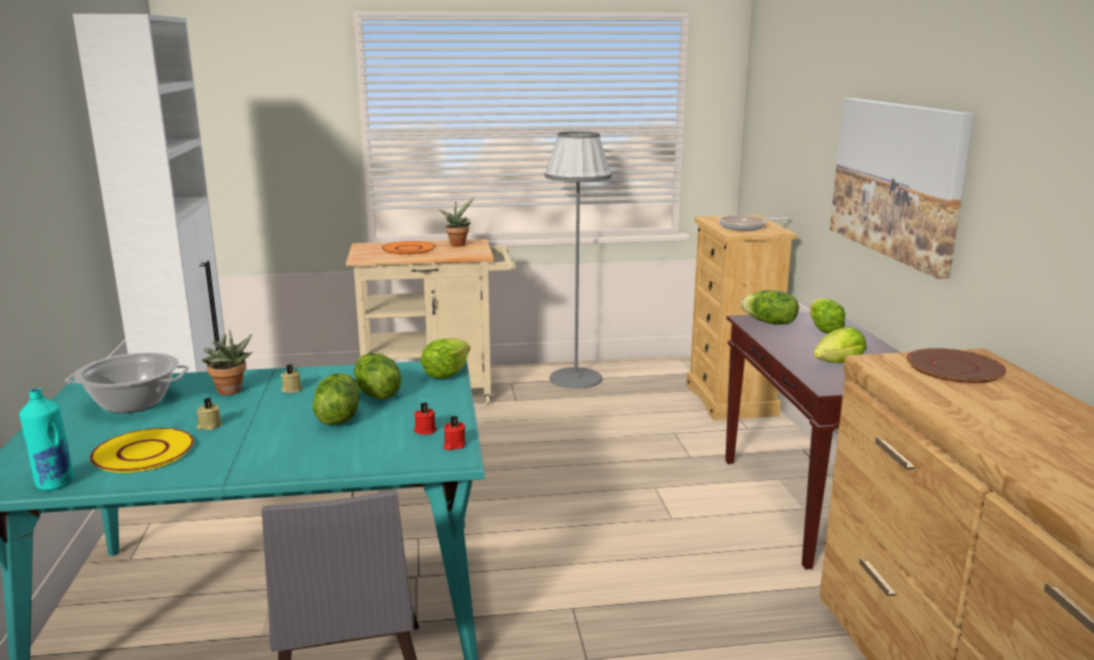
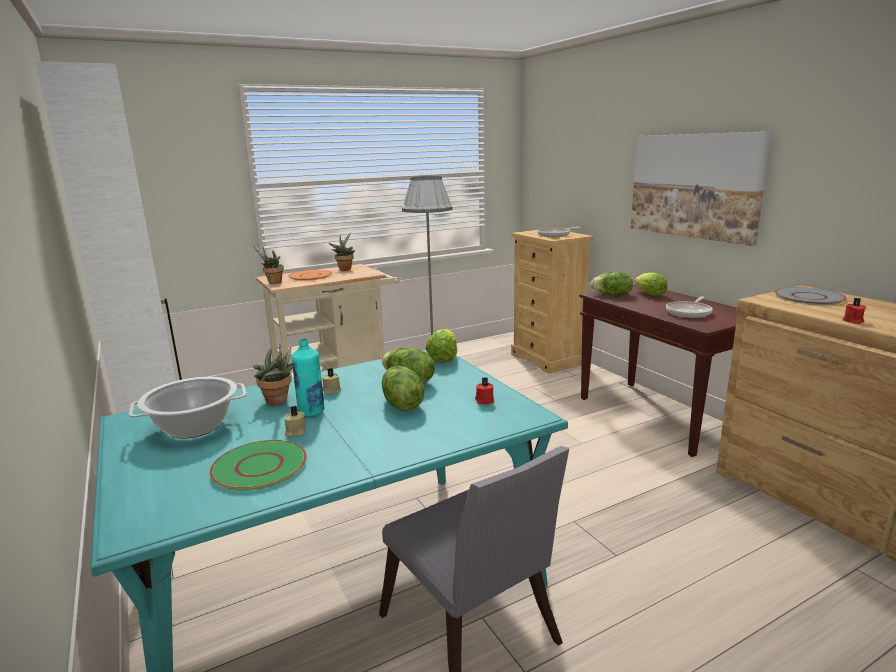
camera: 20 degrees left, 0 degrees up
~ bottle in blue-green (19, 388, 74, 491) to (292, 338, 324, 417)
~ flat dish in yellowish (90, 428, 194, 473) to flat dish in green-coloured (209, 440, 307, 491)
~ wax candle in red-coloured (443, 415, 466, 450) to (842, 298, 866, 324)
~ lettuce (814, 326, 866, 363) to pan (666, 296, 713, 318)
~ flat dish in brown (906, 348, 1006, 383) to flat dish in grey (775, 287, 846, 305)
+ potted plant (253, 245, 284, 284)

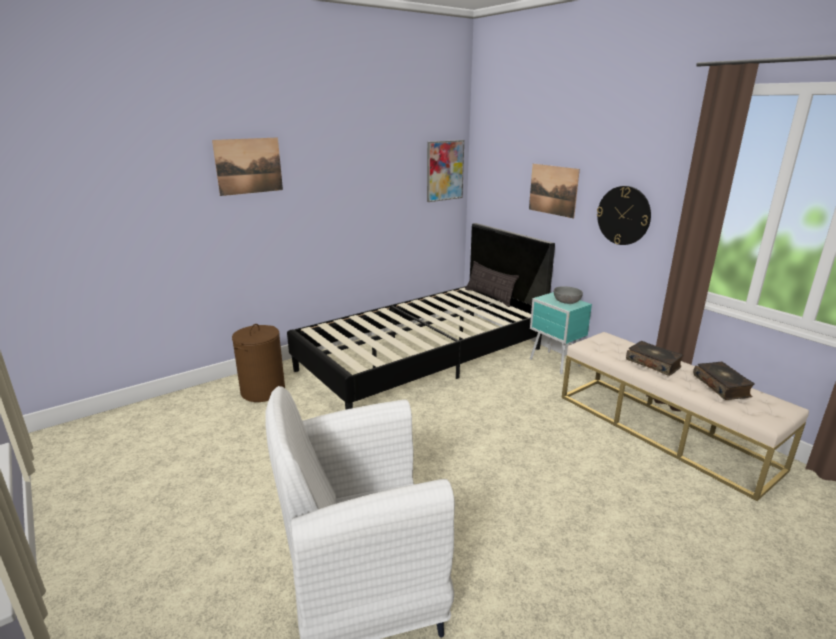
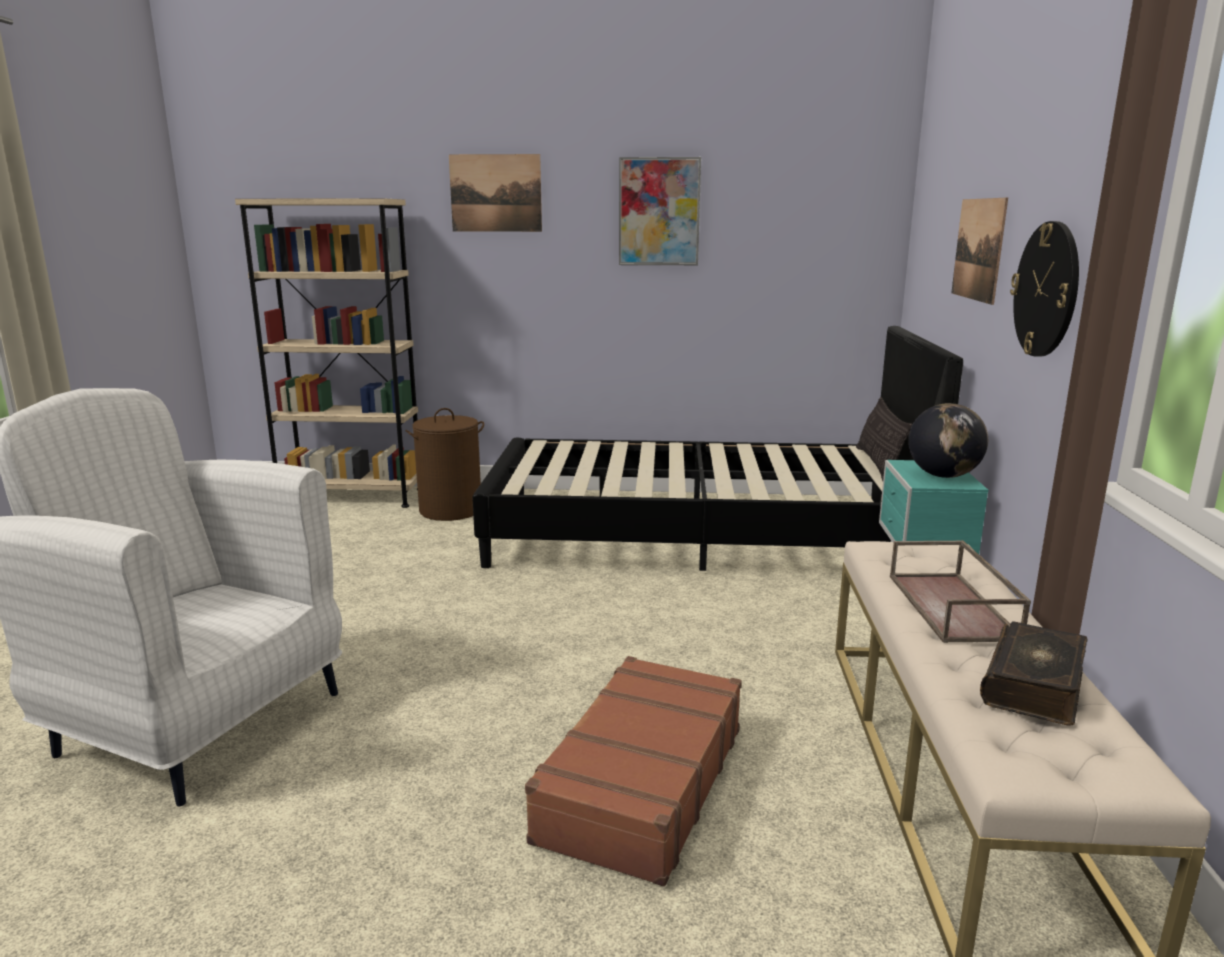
camera: 40 degrees right, 5 degrees down
~ wall art (427, 140, 464, 202) to (619, 157, 701, 265)
~ deep dish in grey (554, 286, 583, 304) to desk globe (908, 403, 988, 478)
~ book (626, 341, 683, 376) to tray in brown (890, 540, 1031, 643)
+ shelving unit in sand-coloured (235, 199, 418, 508)
+ suitcase in brown (525, 656, 742, 886)

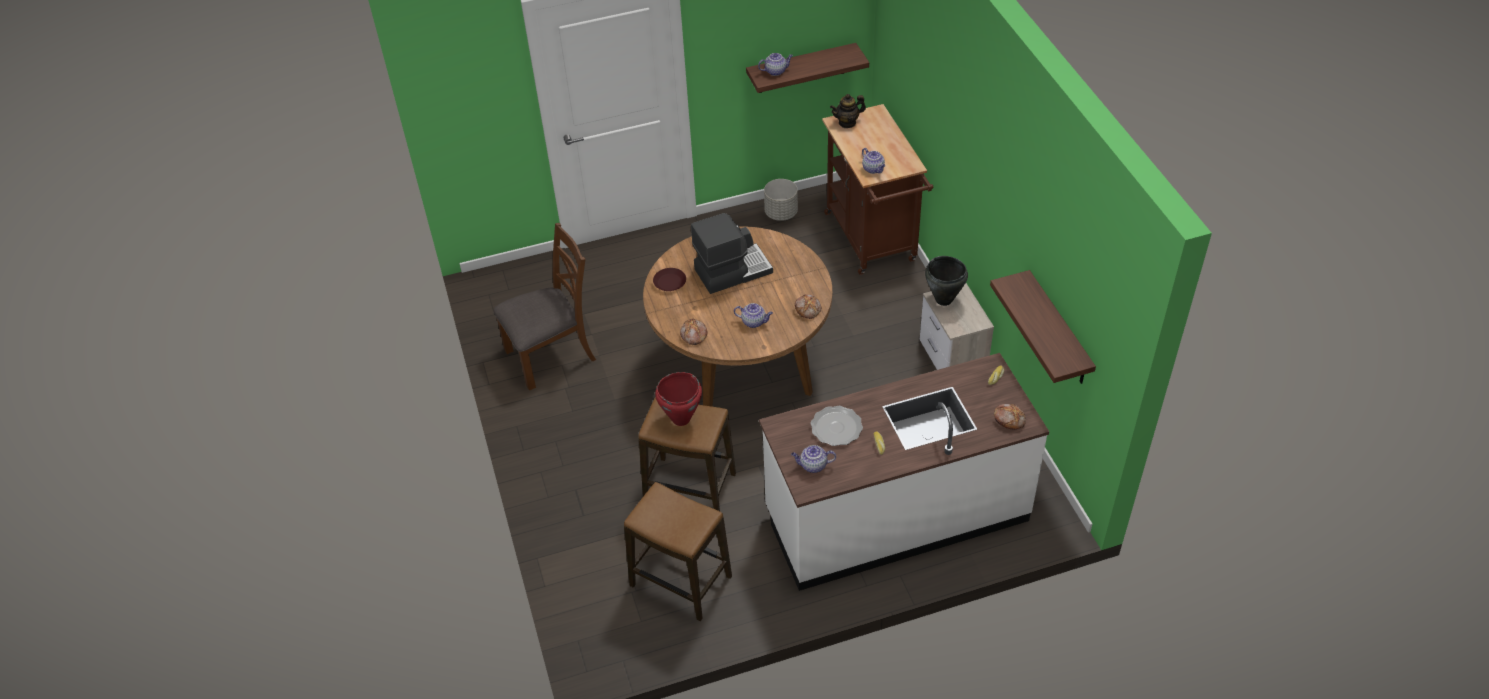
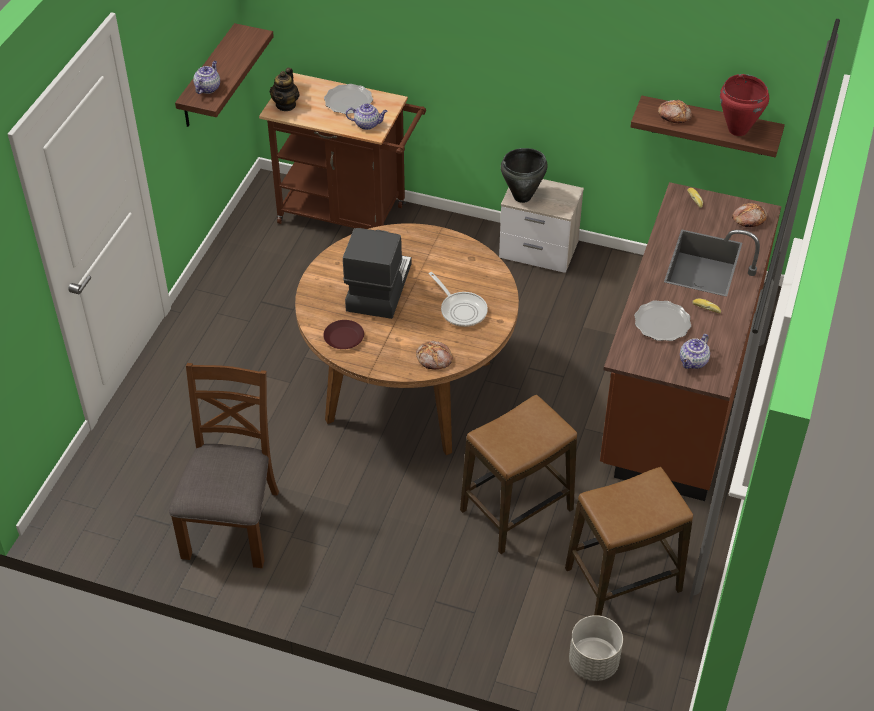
camera: 55 degrees left, 0 degrees up
~ cooking pot in red-coloured (655, 372, 702, 426) to (720, 74, 769, 136)
~ pot for tea (734, 303, 773, 328) to pan (429, 272, 488, 327)
~ kitchen base unit in white (759, 353, 1049, 591) to kitchen base unit in brown (600, 182, 782, 501)
~ flower pot in grey (764, 179, 798, 221) to (569, 615, 623, 681)
~ bakery bread (795, 294, 821, 319) to (658, 100, 692, 123)
+ flat dish (324, 84, 373, 114)

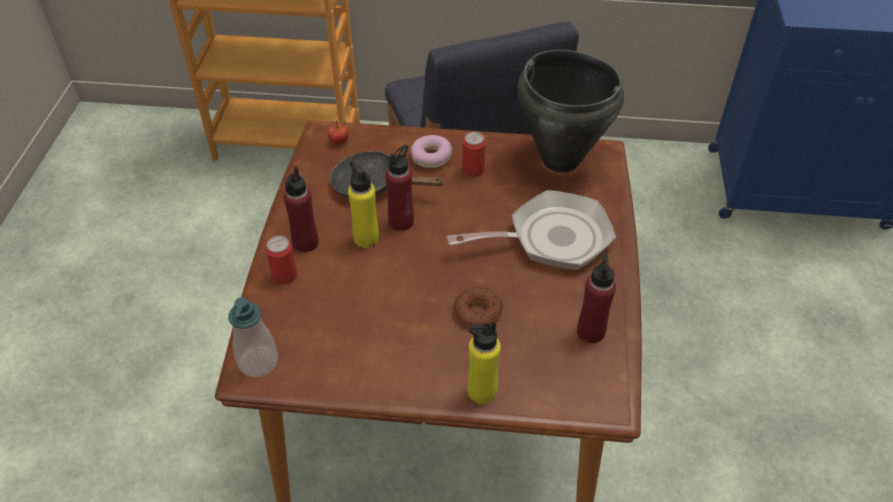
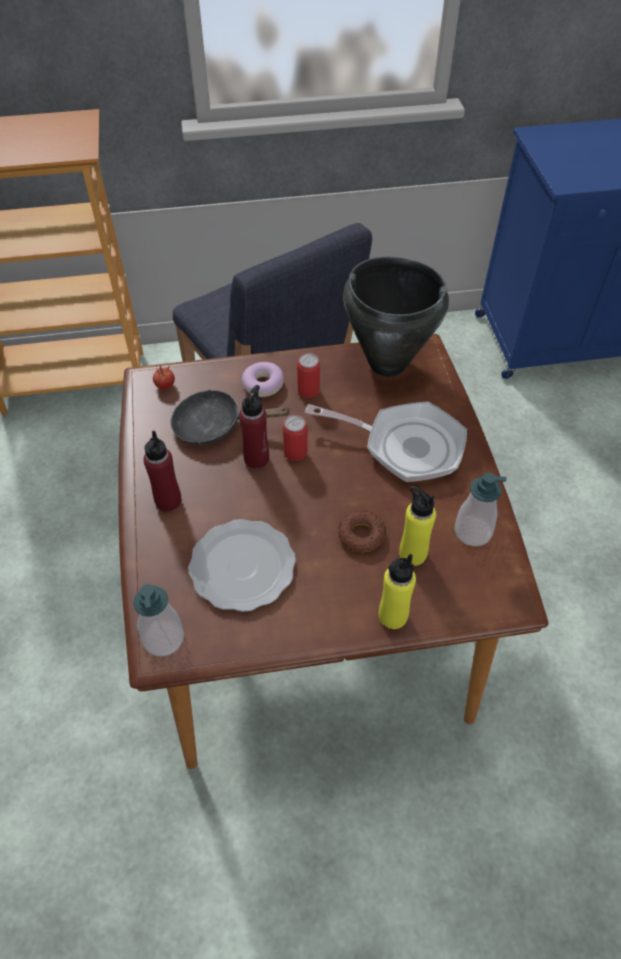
camera: 15 degrees left, 5 degrees up
~ sealed can (266, 236, 297, 285) to (283, 415, 308, 461)
~ bottle in yellowish (348, 161, 379, 248) to (399, 486, 436, 566)
~ pan (447, 190, 616, 270) = (305, 402, 467, 482) 45 degrees clockwise
~ bottle in red-coloured (577, 252, 616, 343) to liquid soap bottle (454, 473, 507, 546)
+ flat dish (188, 519, 296, 612)

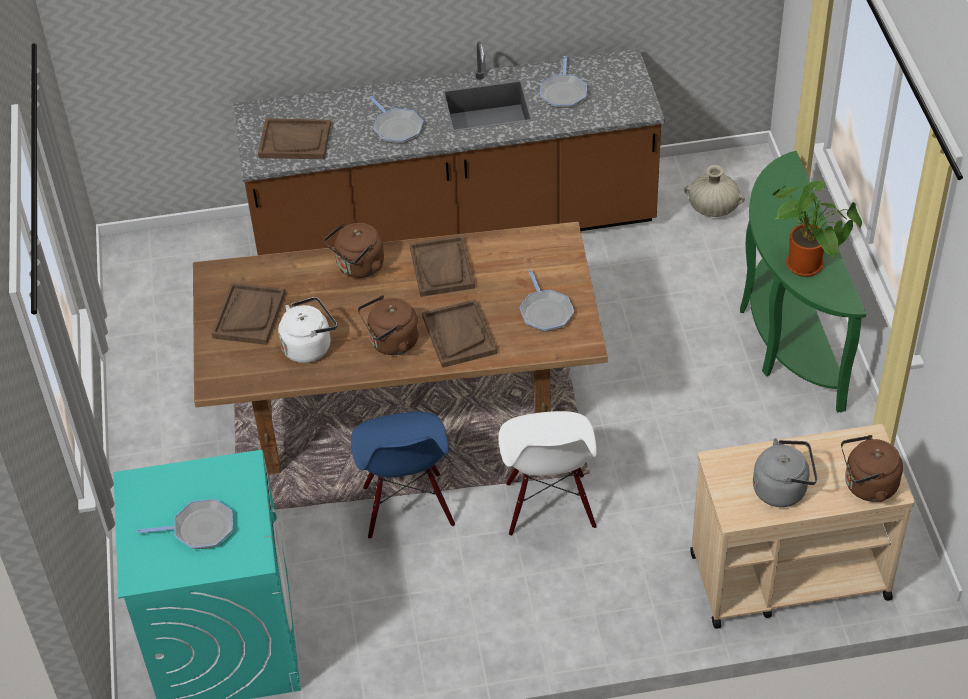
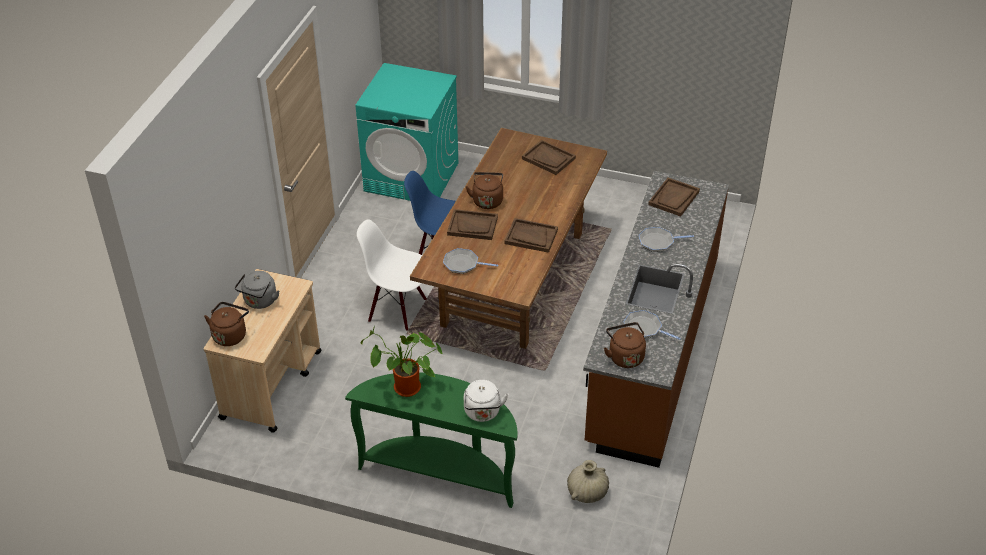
camera: 115 degrees right, 5 degrees down
- pan (137, 499, 233, 549)
~ water kettle in white (278, 297, 337, 363) to (464, 380, 508, 422)
~ water kettle in brown (324, 223, 384, 278) to (604, 322, 646, 368)

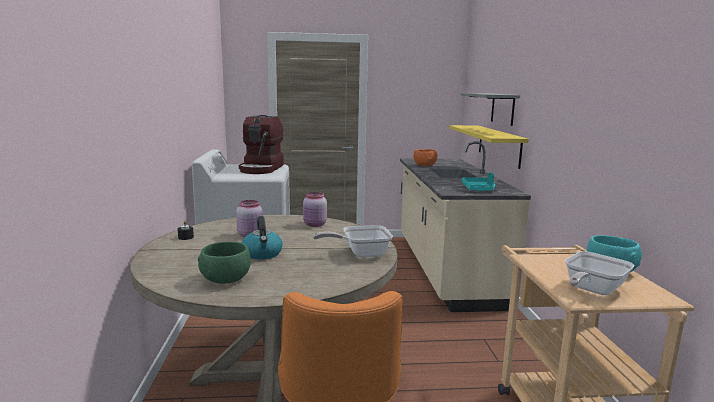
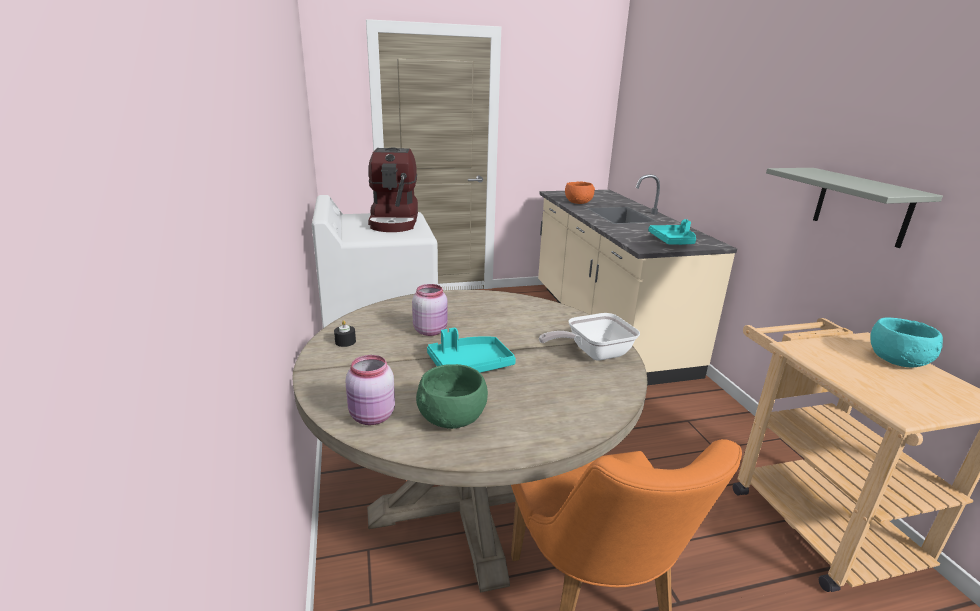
camera: 10 degrees left, 10 degrees up
~ water kettle (242, 216, 283, 260) to tray in blue-green (427, 328, 516, 373)
~ preserve jar in pink-coloured (303, 192, 327, 227) to (345, 355, 395, 425)
- bracket shelf in yellowish (449, 125, 529, 169)
~ bracket shelf in grey (461, 93, 520, 126) to (766, 168, 943, 248)
- pan (565, 251, 634, 295)

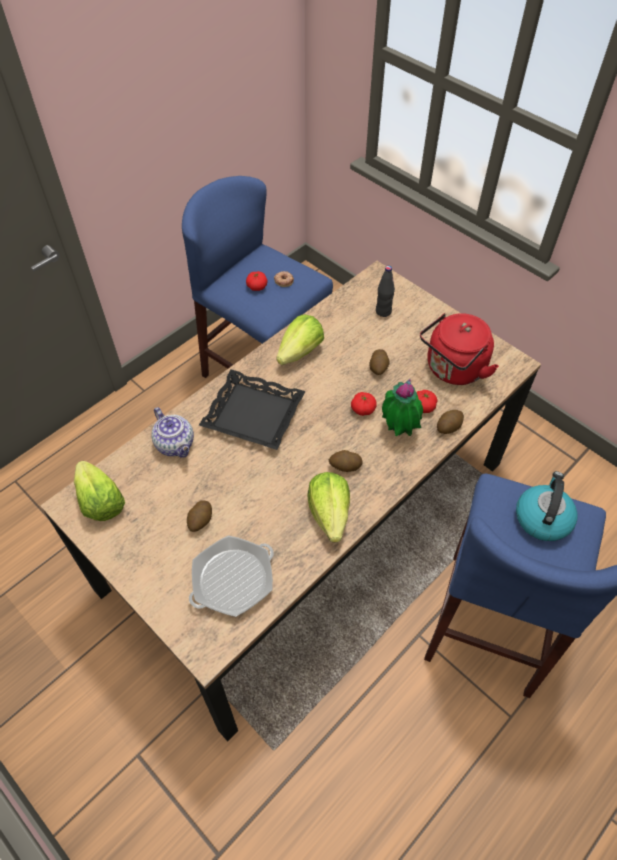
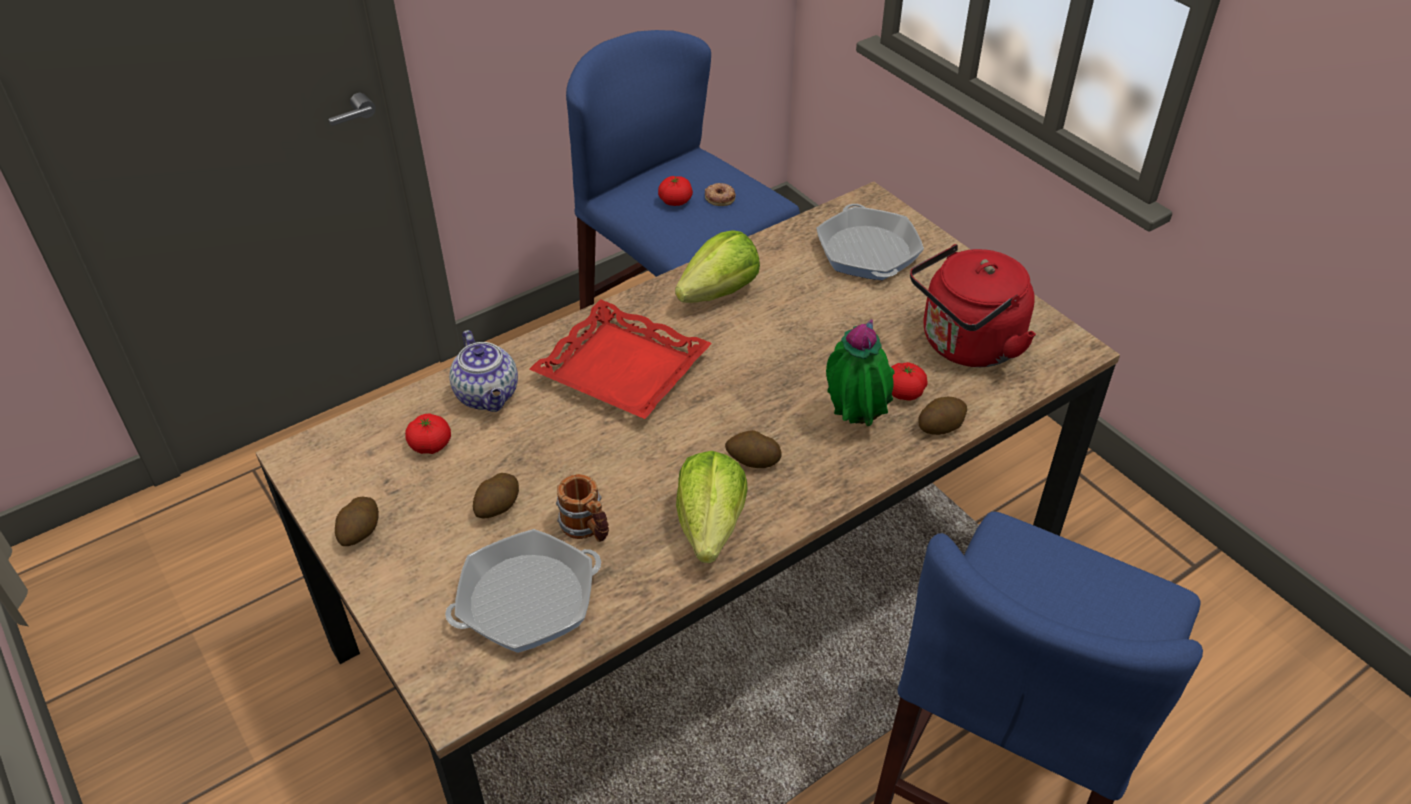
camera: 10 degrees right, 10 degrees down
- lettuce (74, 461, 125, 521)
~ tray in black-coloured (199, 370, 306, 450) to tray in red-coloured (529, 299, 712, 419)
~ fresh tomato (351, 392, 377, 416) to (405, 413, 451, 454)
~ whole potato (369, 349, 390, 375) to (335, 497, 379, 546)
~ bottle in black-coloured (376, 266, 395, 317) to pan (816, 204, 924, 280)
- water kettle (516, 471, 578, 541)
+ coffee mug (556, 474, 609, 542)

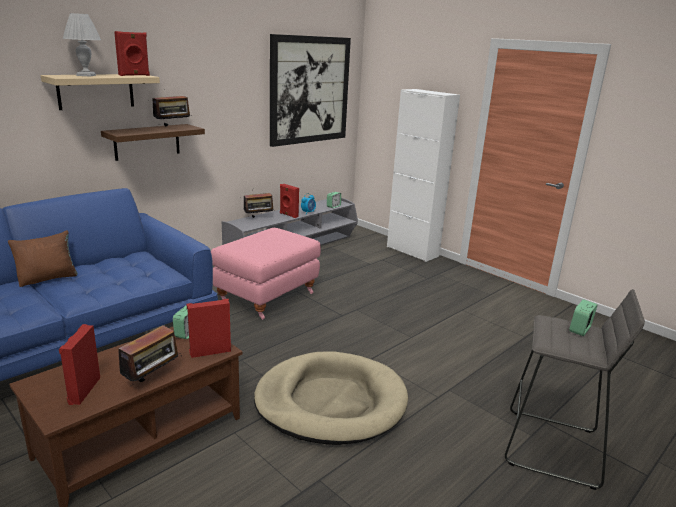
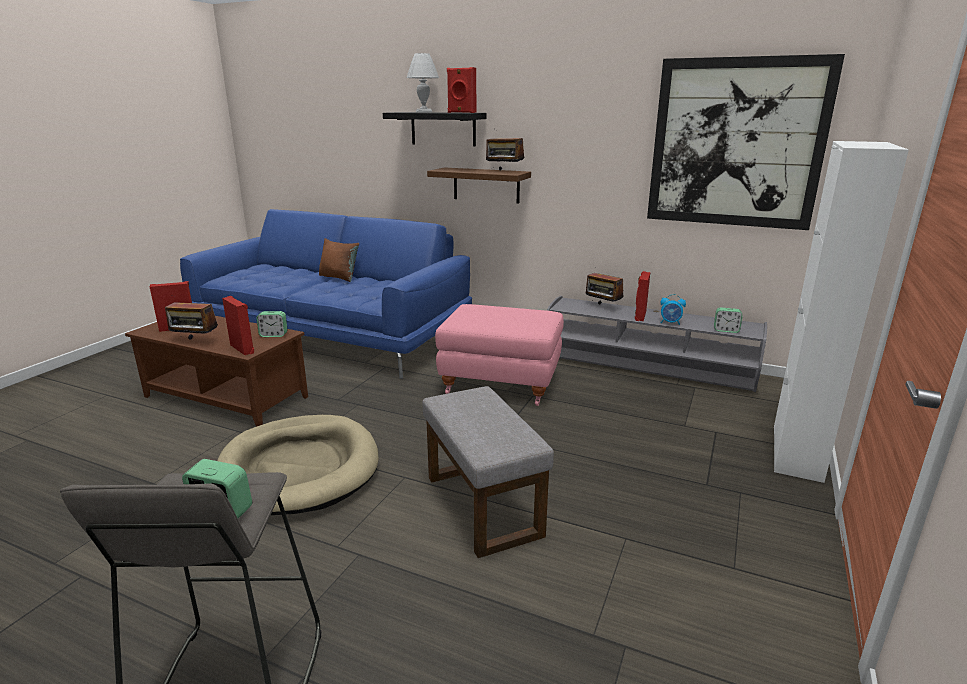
camera: 70 degrees right, 0 degrees up
~ bracket shelf in sand-coloured (41, 74, 160, 110) to bracket shelf in black-coloured (383, 112, 487, 146)
+ ottoman in grey (422, 386, 554, 558)

